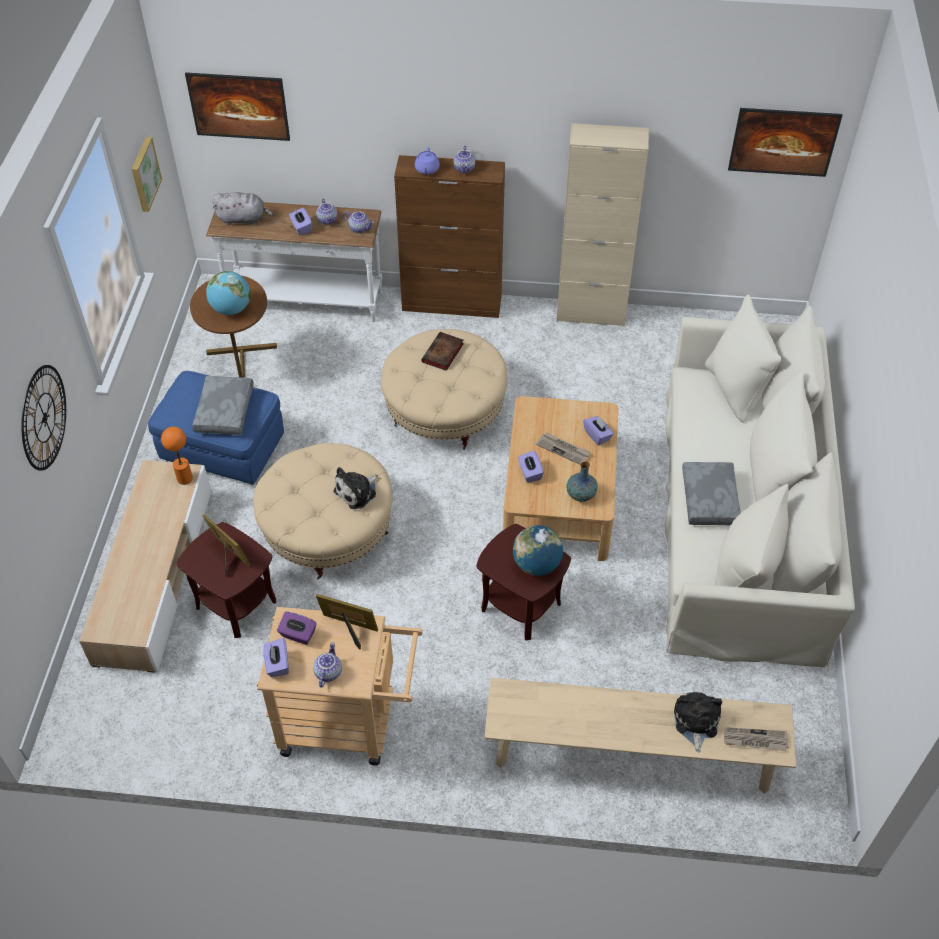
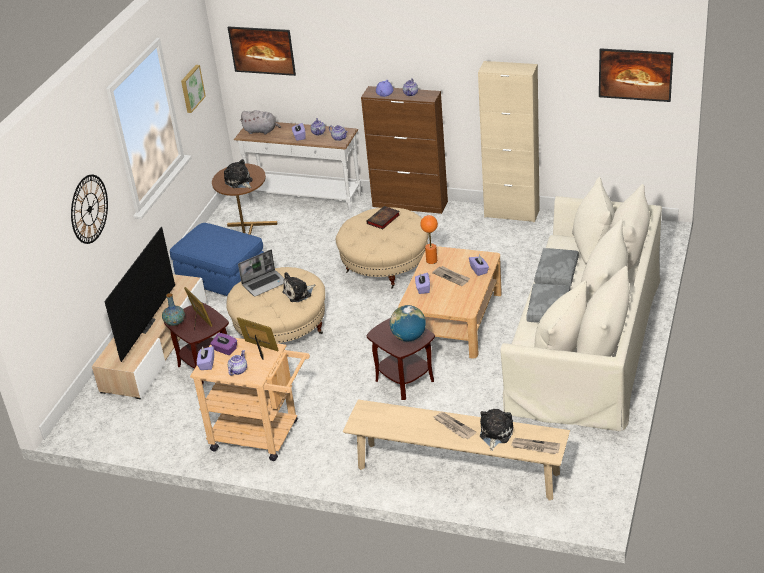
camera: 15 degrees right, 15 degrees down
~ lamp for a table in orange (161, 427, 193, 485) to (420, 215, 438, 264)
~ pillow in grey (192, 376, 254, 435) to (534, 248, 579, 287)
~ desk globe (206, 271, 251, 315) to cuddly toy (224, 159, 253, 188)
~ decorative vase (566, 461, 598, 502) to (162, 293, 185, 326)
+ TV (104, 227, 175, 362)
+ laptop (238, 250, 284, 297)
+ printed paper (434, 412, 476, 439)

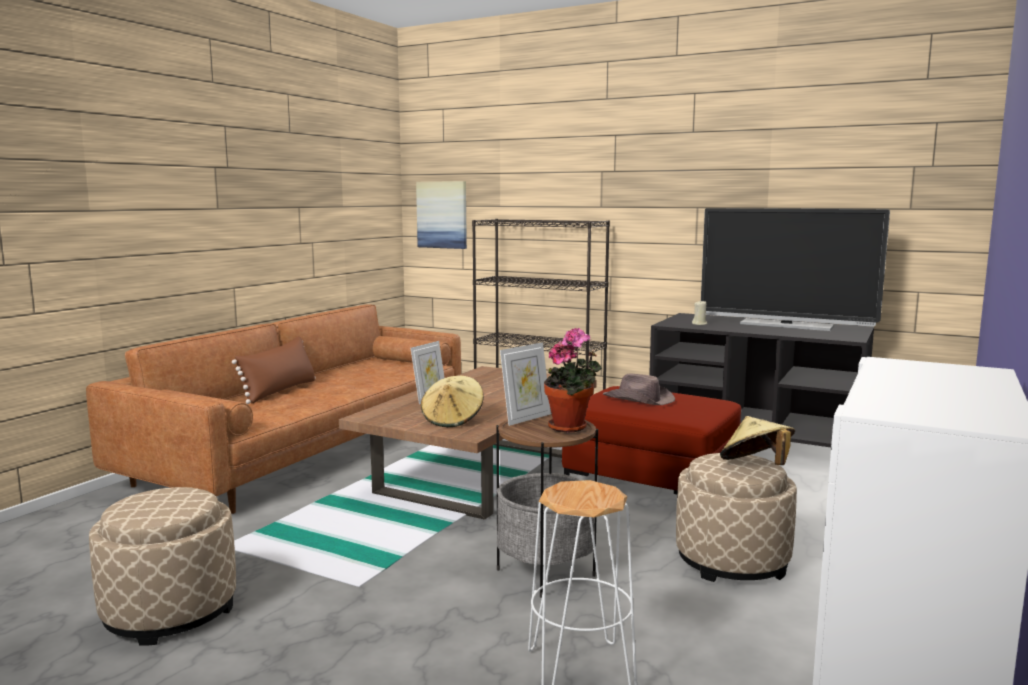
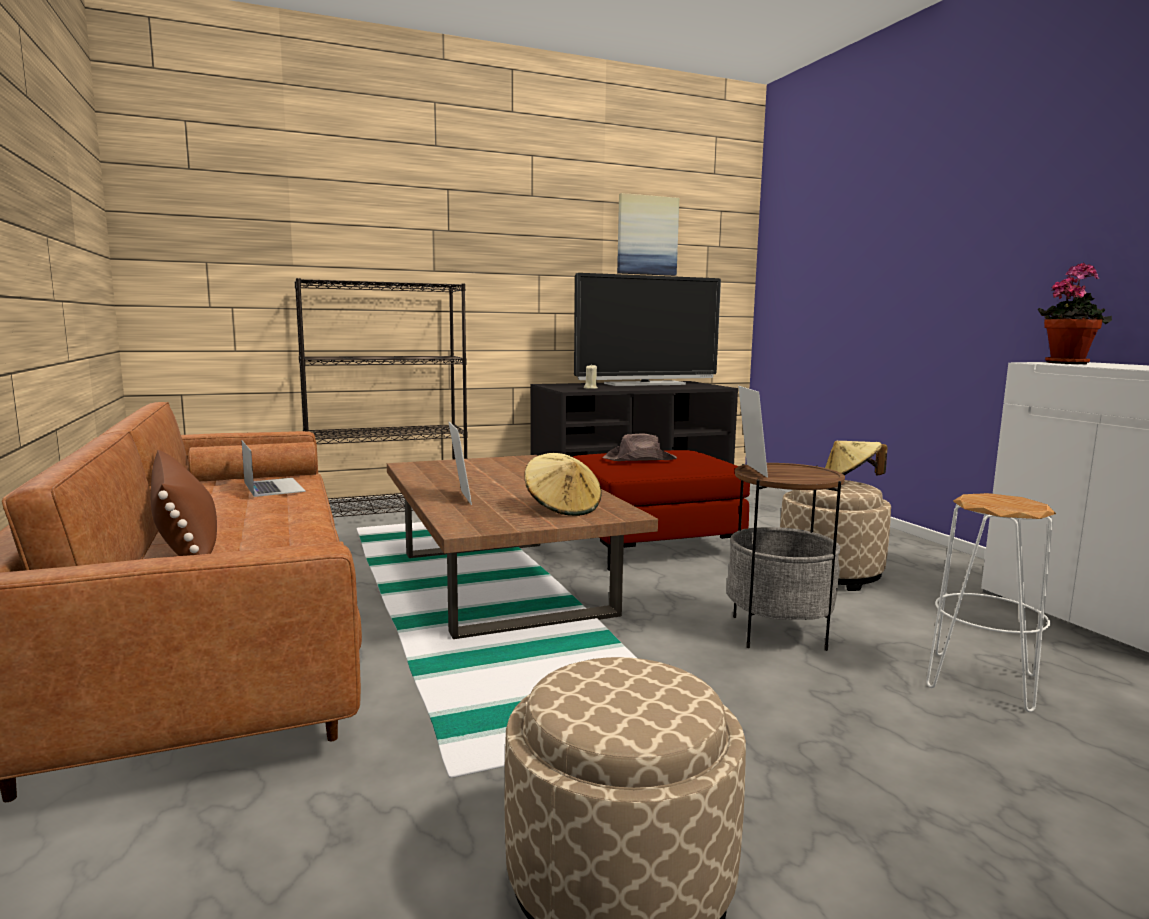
camera: 50 degrees left, 0 degrees up
~ wall art (416, 181, 467, 249) to (617, 193, 679, 276)
~ potted plant (544, 328, 602, 433) to (1038, 263, 1112, 364)
+ laptop (241, 440, 306, 497)

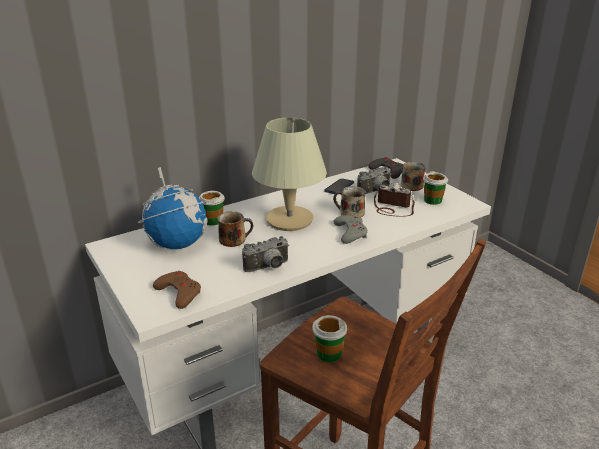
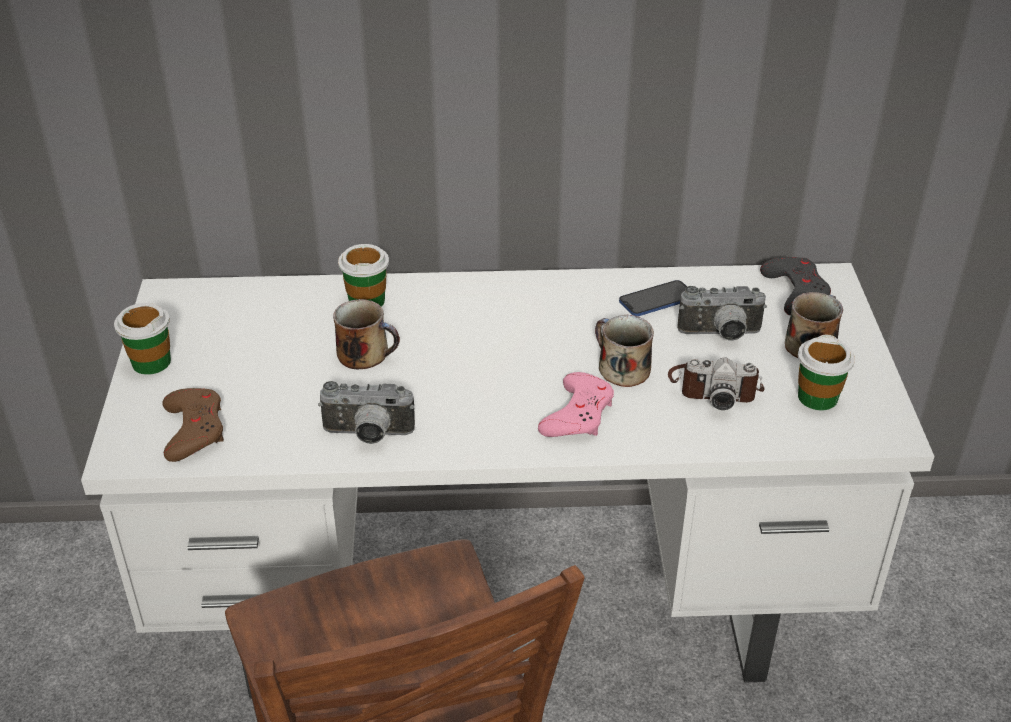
camera: 30 degrees right, 10 degrees up
- desk globe (137, 167, 207, 250)
- lamp for a table in sand-coloured (252, 118, 327, 231)
~ cup (312, 315, 347, 363) to (114, 303, 171, 375)
~ joypad in grey (334, 215, 368, 244) to joypad in pink-coloured (538, 372, 614, 437)
~ photo camera (374, 182, 415, 217) = (668, 357, 765, 410) 135 degrees clockwise

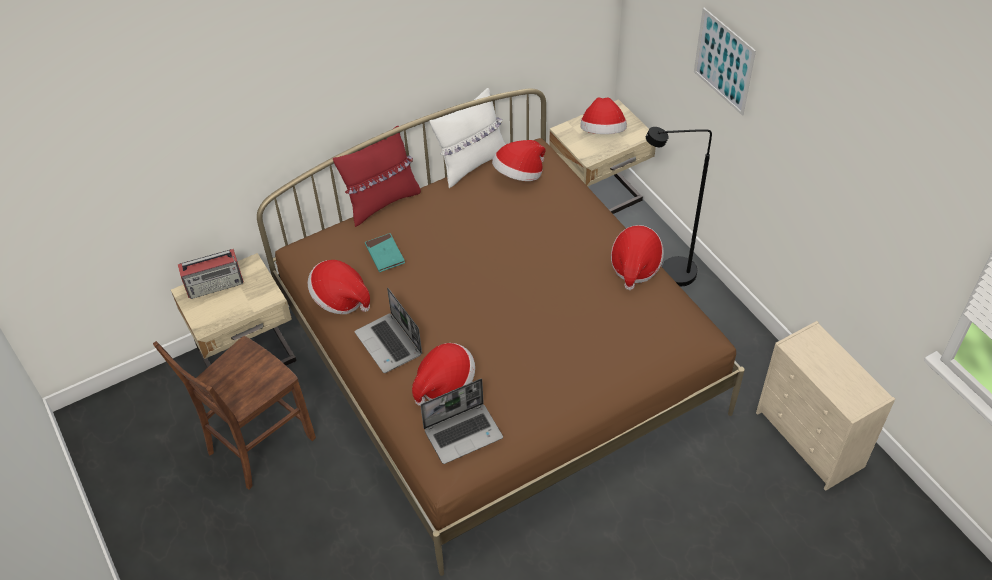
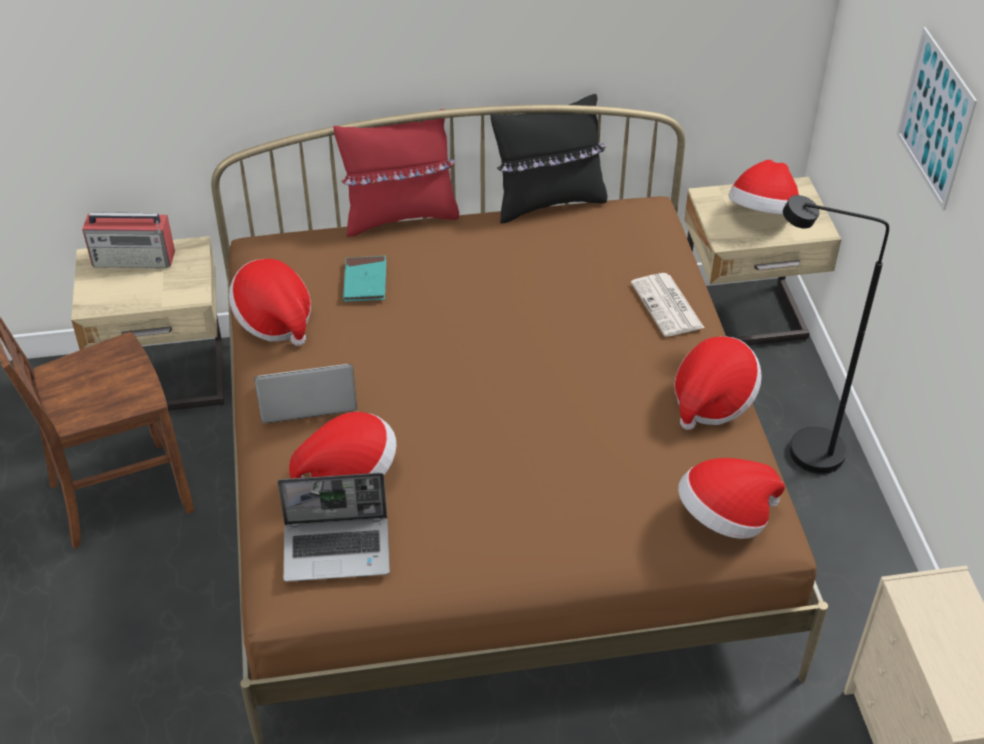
camera: 20 degrees right, 5 degrees down
~ laptop (355, 287, 422, 373) = (254, 364, 357, 423) 90 degrees clockwise
~ pillow in white (430, 88, 506, 188) to pillow in black-coloured (490, 94, 607, 224)
~ clothing hat (492, 140, 546, 181) to (678, 458, 785, 539)
+ printed paper (631, 273, 704, 337)

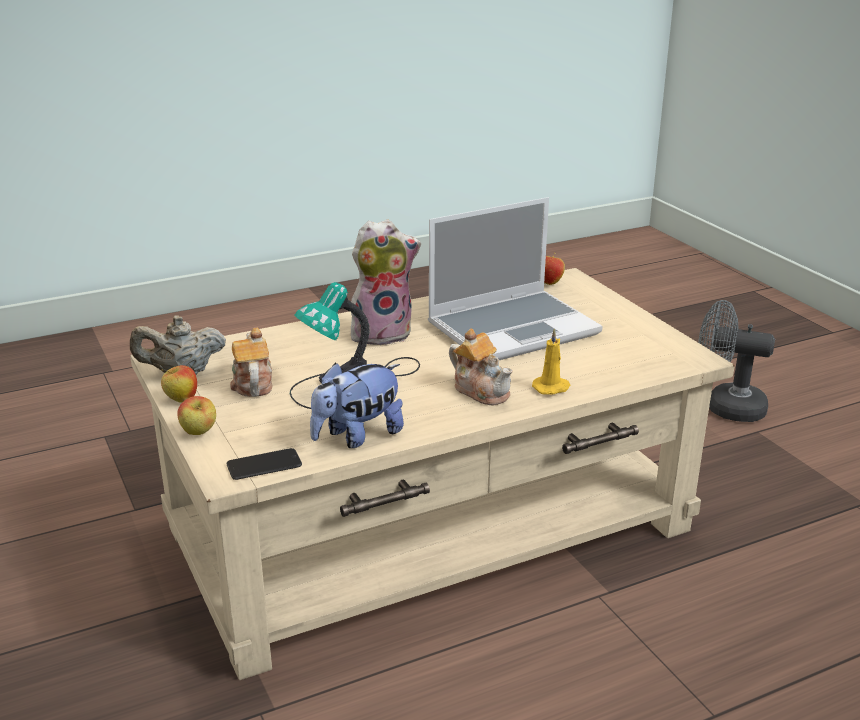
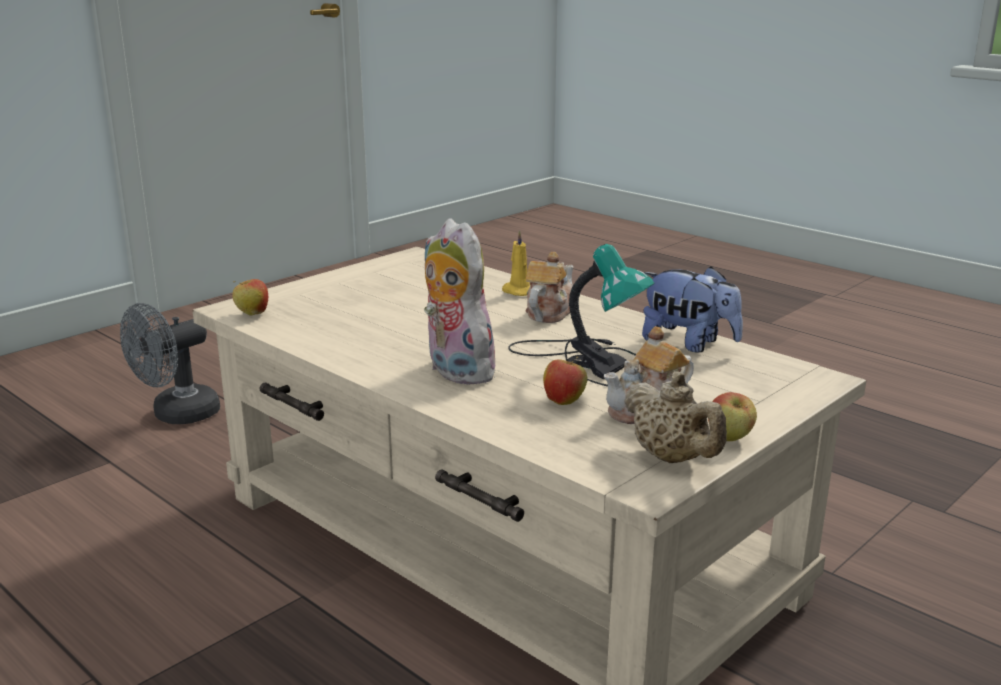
camera: 110 degrees left, 5 degrees down
~ whole apple (177, 396, 216, 435) to (543, 357, 587, 405)
- handset (227, 448, 302, 480)
- laptop (428, 197, 603, 360)
~ electric fan in grey (698, 300, 775, 422) = (120, 303, 220, 424) 45 degrees clockwise

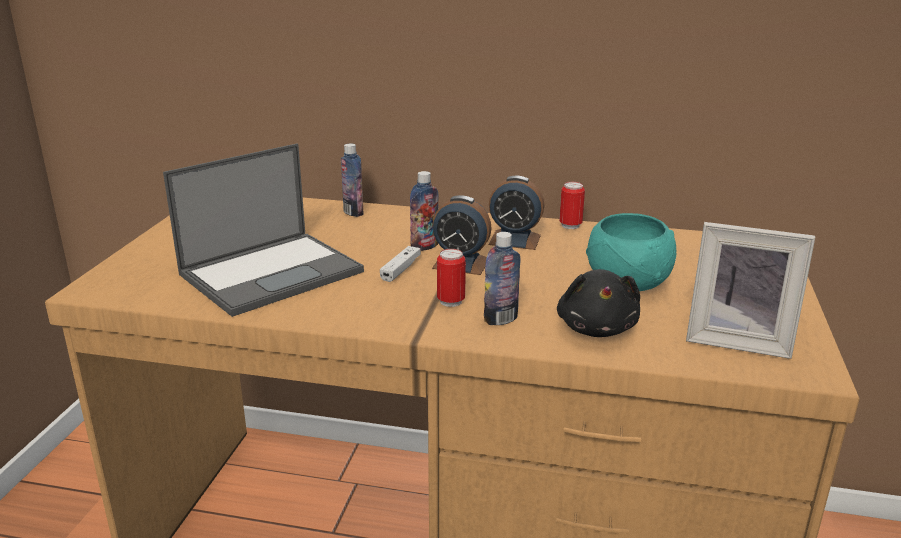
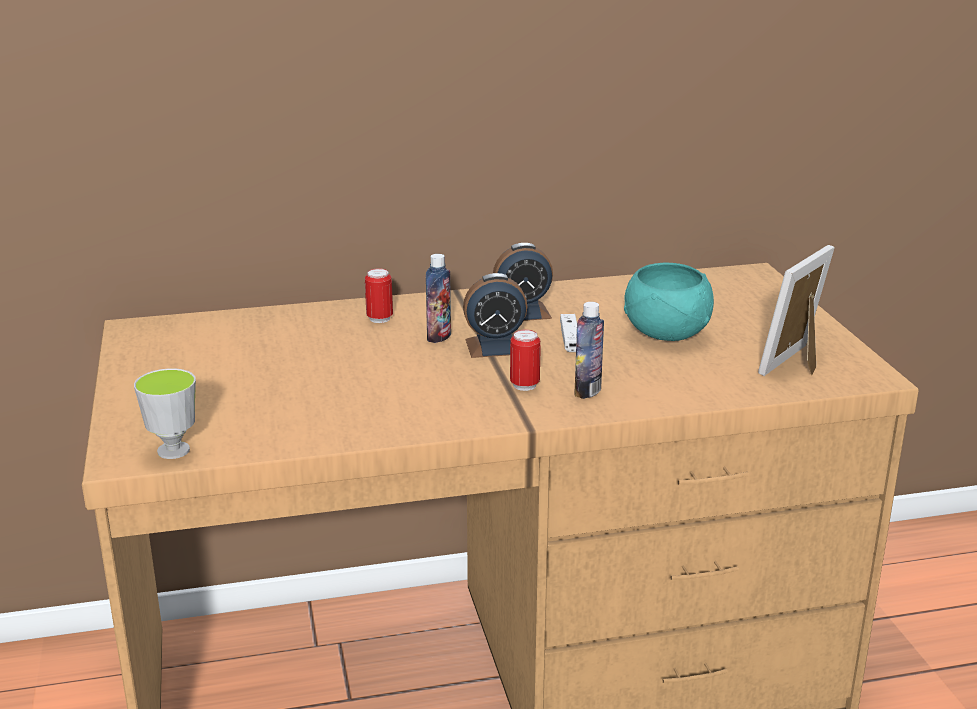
camera: 25 degrees left, 0 degrees up
- laptop (163, 143, 364, 317)
- bottle (341, 144, 364, 217)
~ joypad in white (380, 246, 421, 282) to (560, 314, 577, 352)
- cuddly toy in black-coloured (557, 269, 640, 337)
~ sealed can (559, 182, 585, 229) to (365, 268, 393, 323)
~ photo frame (686, 222, 815, 359) = (758, 245, 835, 376) 135 degrees clockwise
+ cup (134, 368, 196, 459)

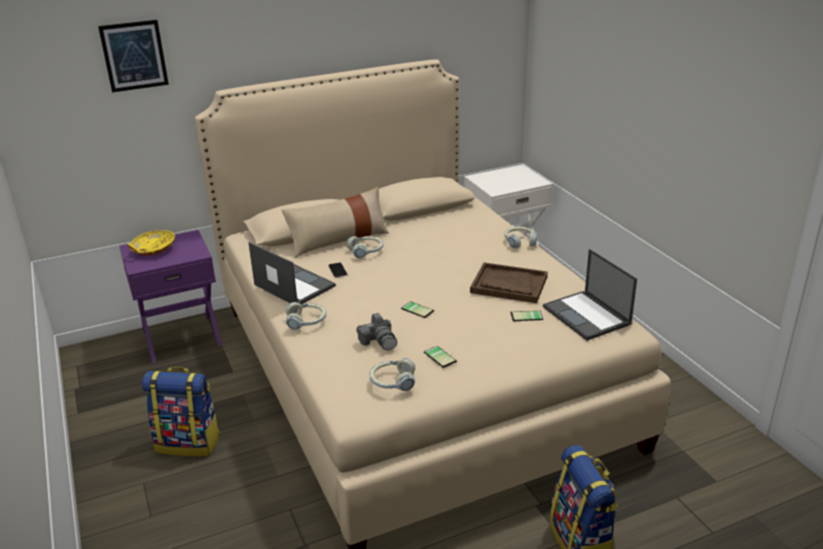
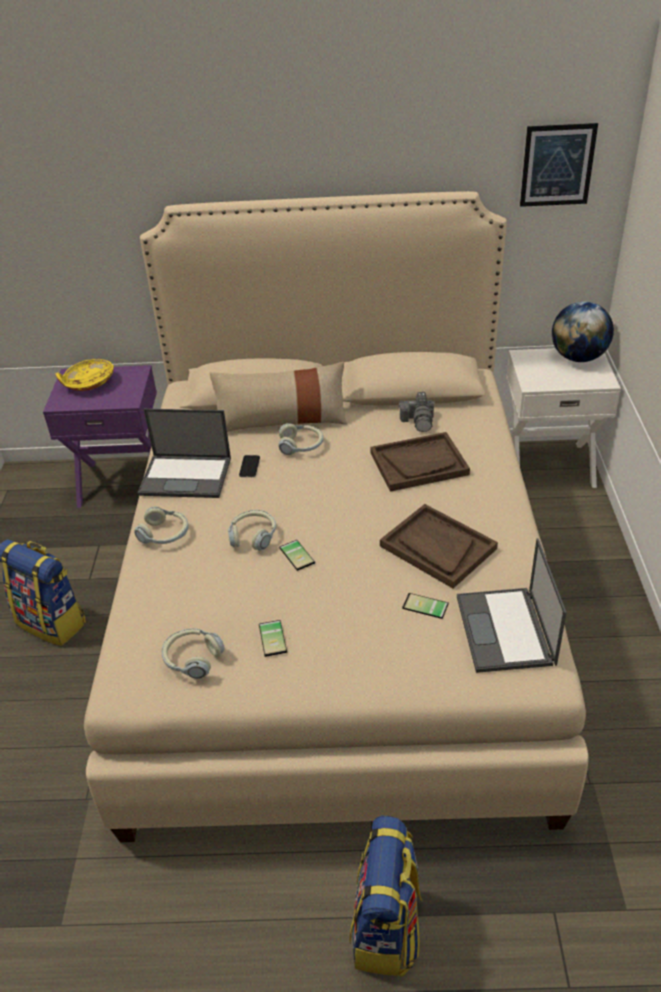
camera: 25 degrees right, 10 degrees up
~ wall art (98, 20, 169, 92) to (520, 123, 598, 207)
~ laptop (248, 242, 336, 304) = (138, 409, 231, 498) 120 degrees clockwise
~ photo camera (357, 313, 398, 351) to (399, 392, 434, 432)
~ headset (504, 226, 537, 248) to (228, 510, 276, 551)
+ tray in brown (370, 432, 470, 492)
+ desk globe (552, 301, 614, 362)

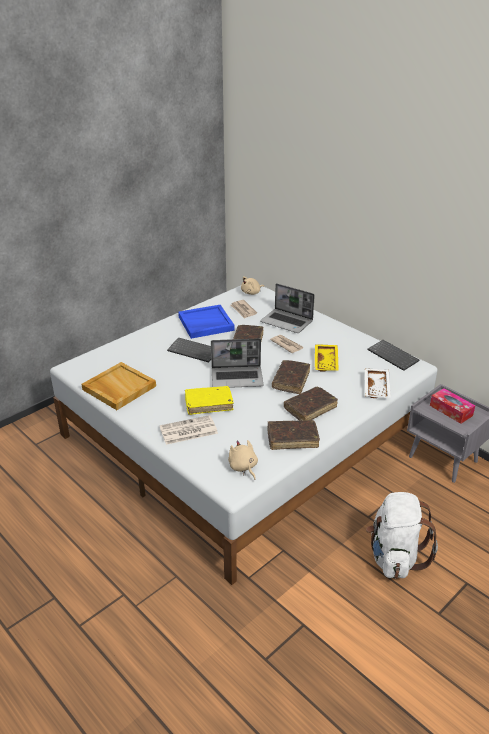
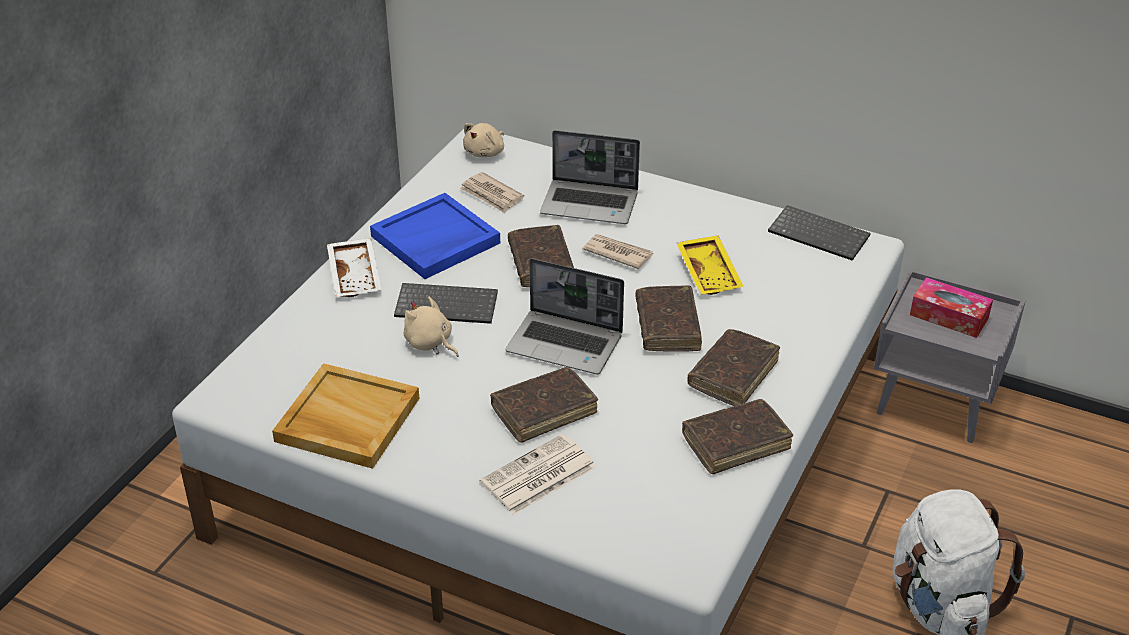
camera: 20 degrees left, 5 degrees up
~ book in yellowish (185, 386, 234, 415) to book in brown (490, 367, 598, 443)
~ laptop (211, 339, 264, 388) = (506, 258, 624, 374) 45 degrees clockwise
~ cuddly toy in sand-coloured (228, 440, 258, 480) to (404, 297, 459, 357)
~ tray in white (365, 368, 391, 398) to (327, 238, 382, 297)

